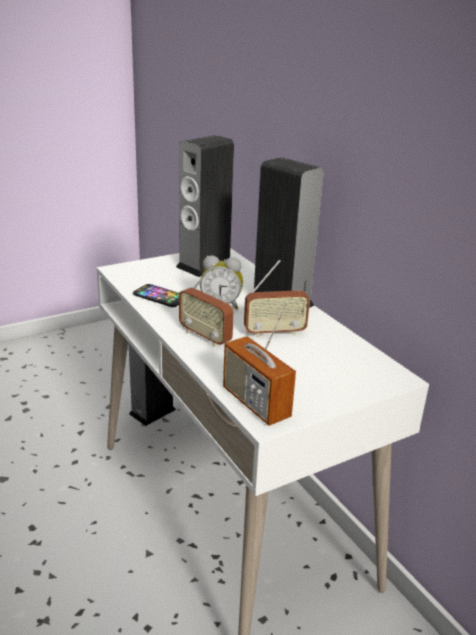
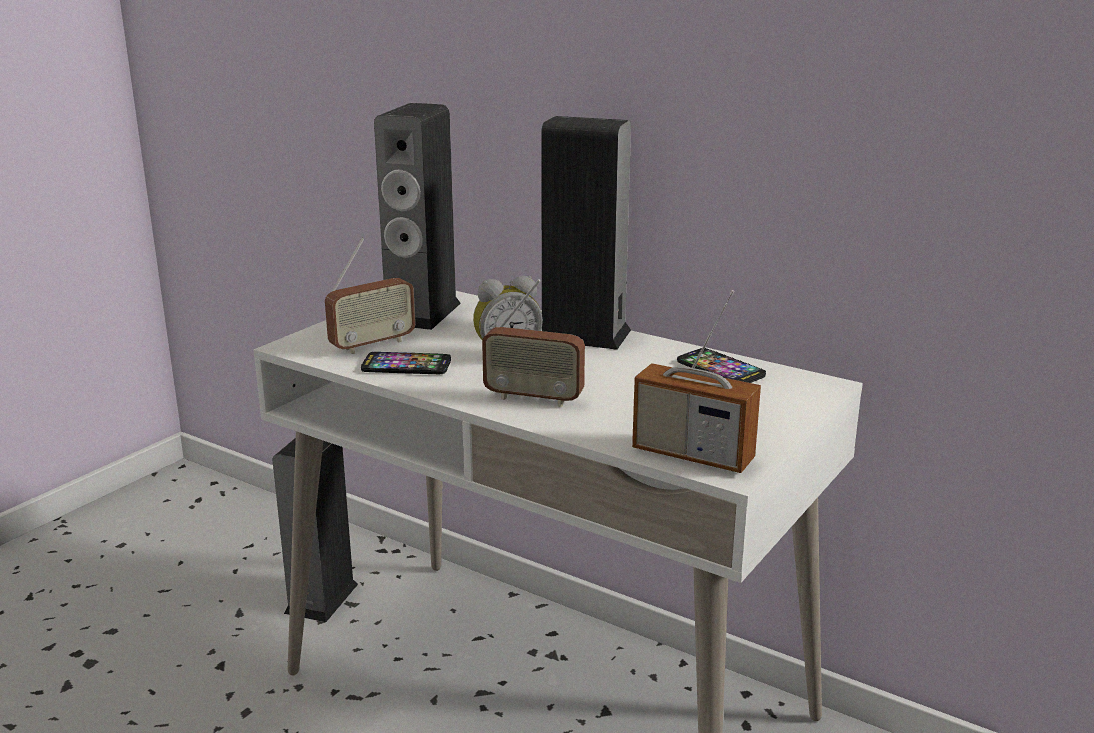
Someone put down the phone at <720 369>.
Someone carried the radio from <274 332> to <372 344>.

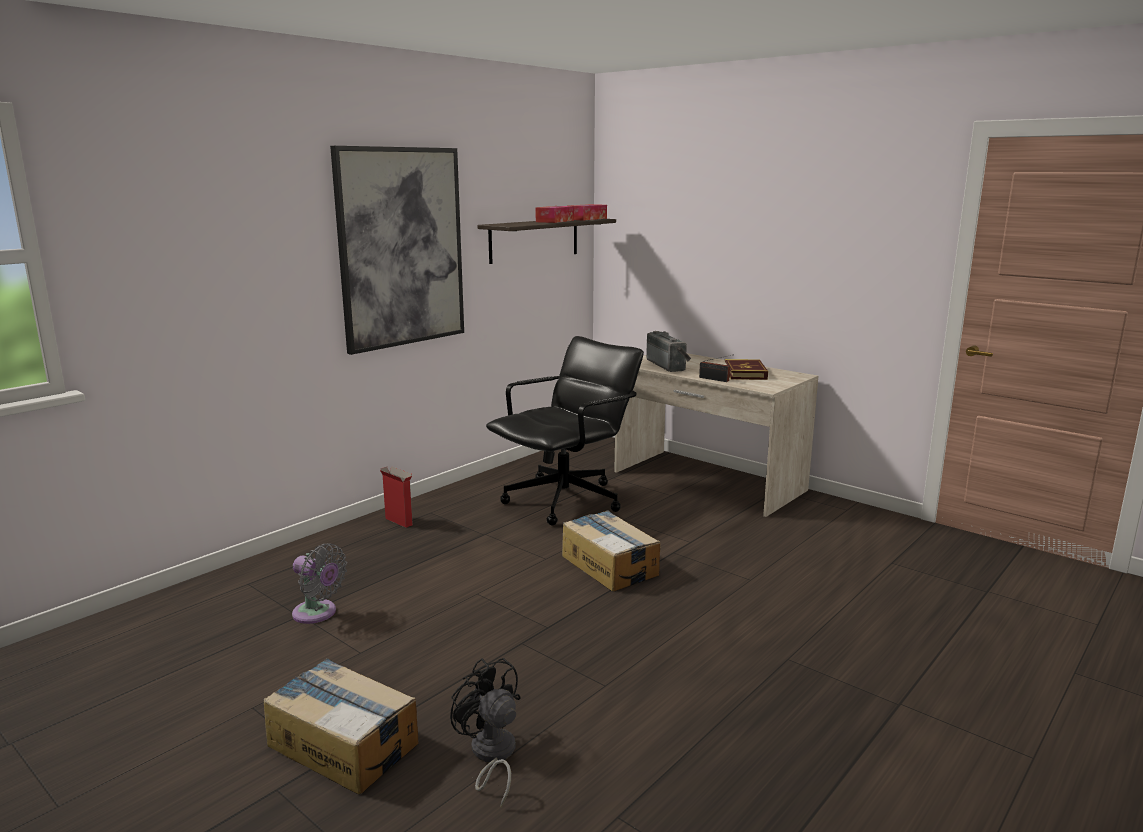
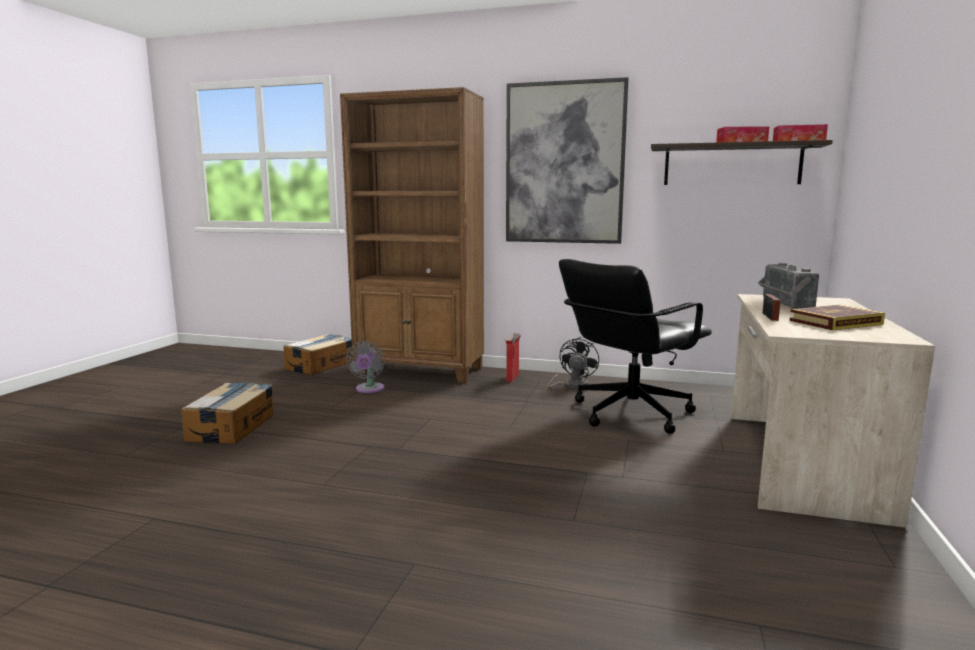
Someone put down the bookcase (brown) at <420 371>.
Someone carried the fan (black) from <491 756> to <571 385>.
Someone carried the cardboard box from <609 565> to <320 365>.
Someone rotated the office chair (black) at <565 501> by 120 degrees clockwise.
Someone rotated the radio at <668 365> by 135 degrees clockwise.

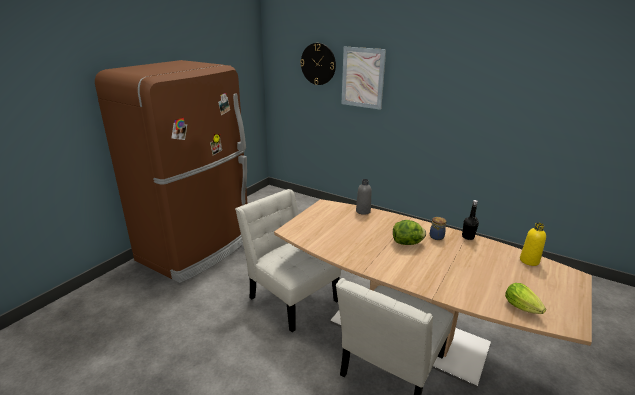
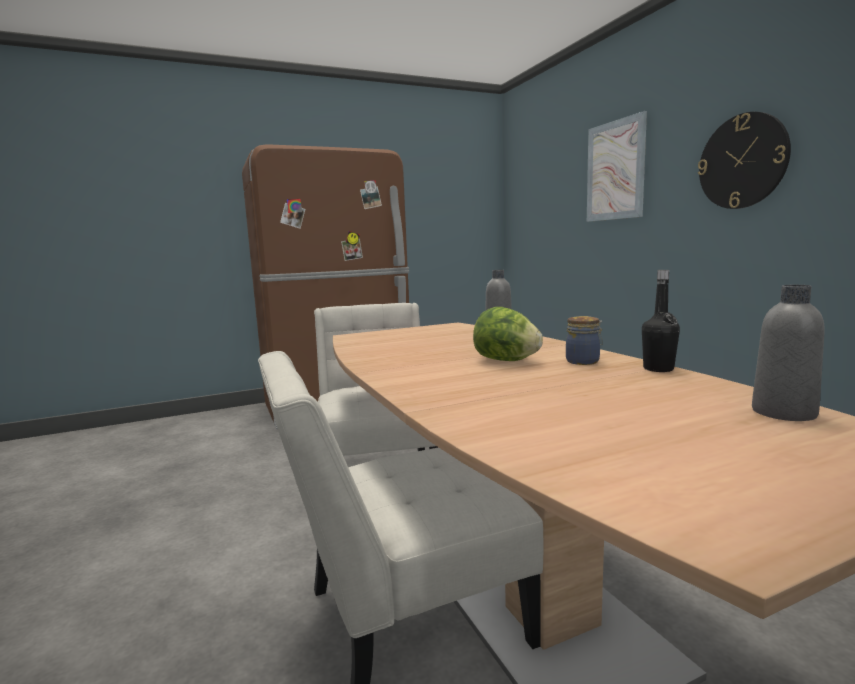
Someone took away the lettuce at <523 309>.
Someone carried the wall clock from <318 64> to <742 161>.
Someone repainted the bottle (yellow) at <529 261>, which became the bottle (grey) at <783 413>.

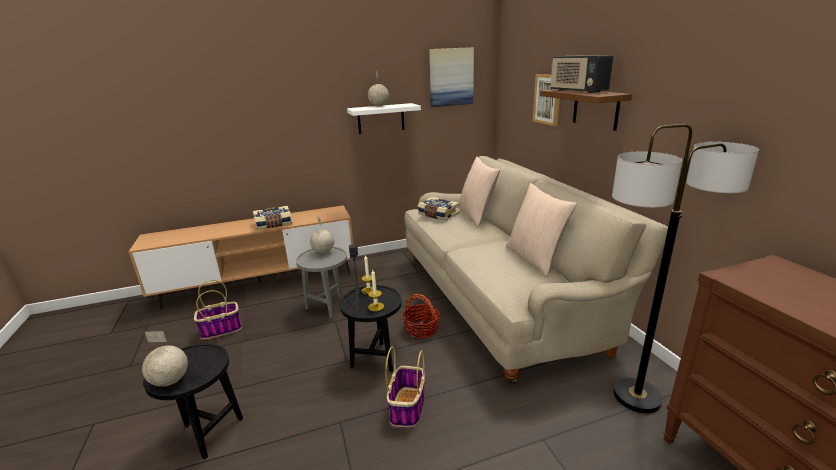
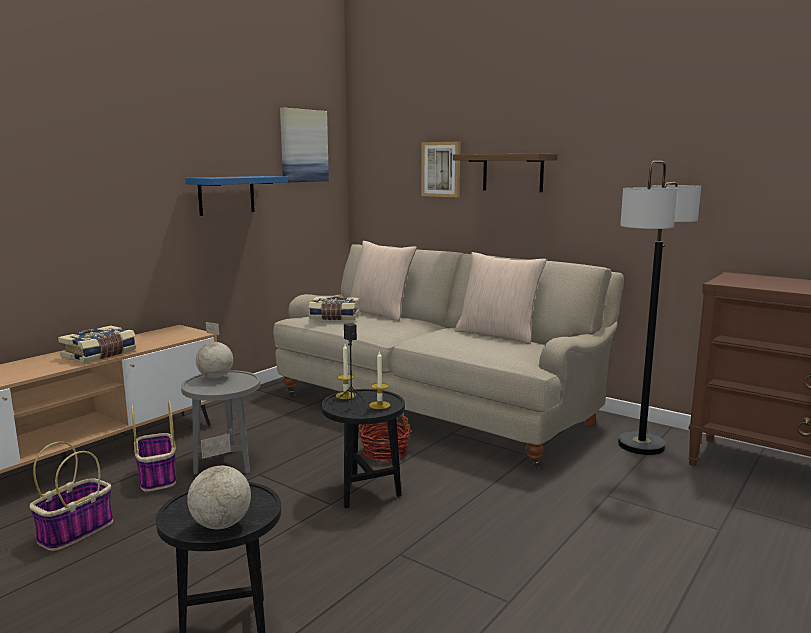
Someone took away the globe at <379 106>.
Someone took away the radio at <577 91>.
Someone carried the basket from <407 408> to <158 477>.
Someone repainted the shelf (white) at <381 118>, which became the shelf (blue) at <226 195>.

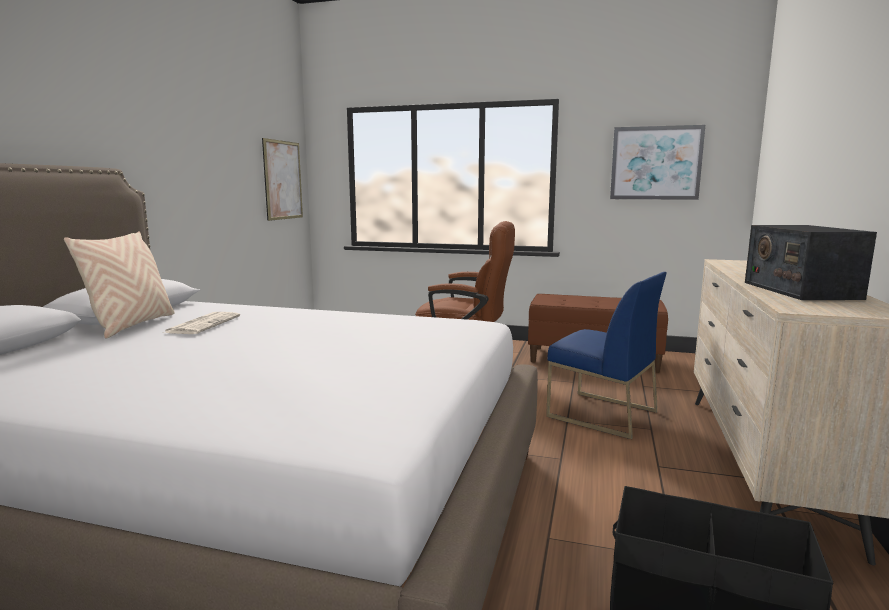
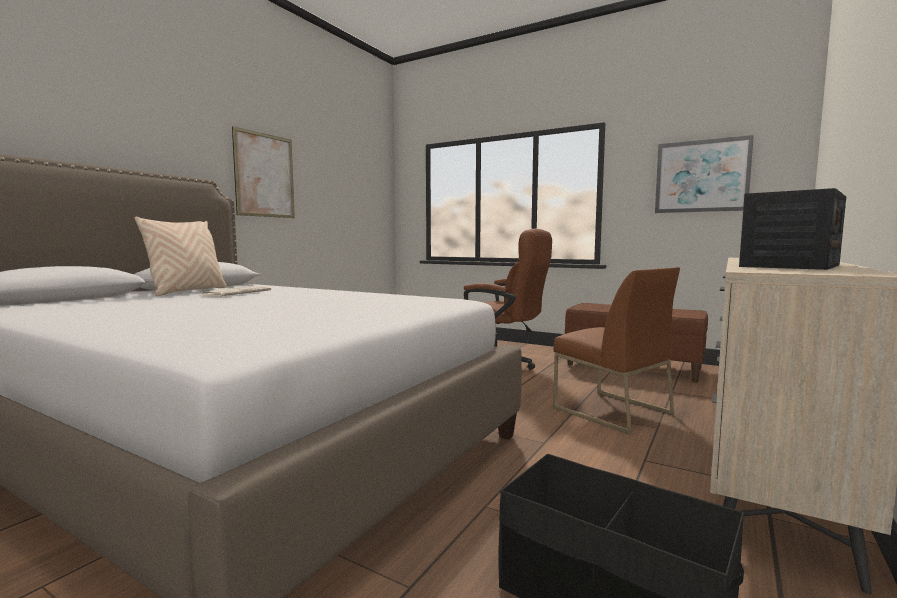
Someone carried the picture from <283 180> to <265 175>.
Someone repainted the chair (blue) at <601 414>, which became the chair (brown) at <611 410>.
Someone rotated the radio at <799 290> by 150 degrees counterclockwise.

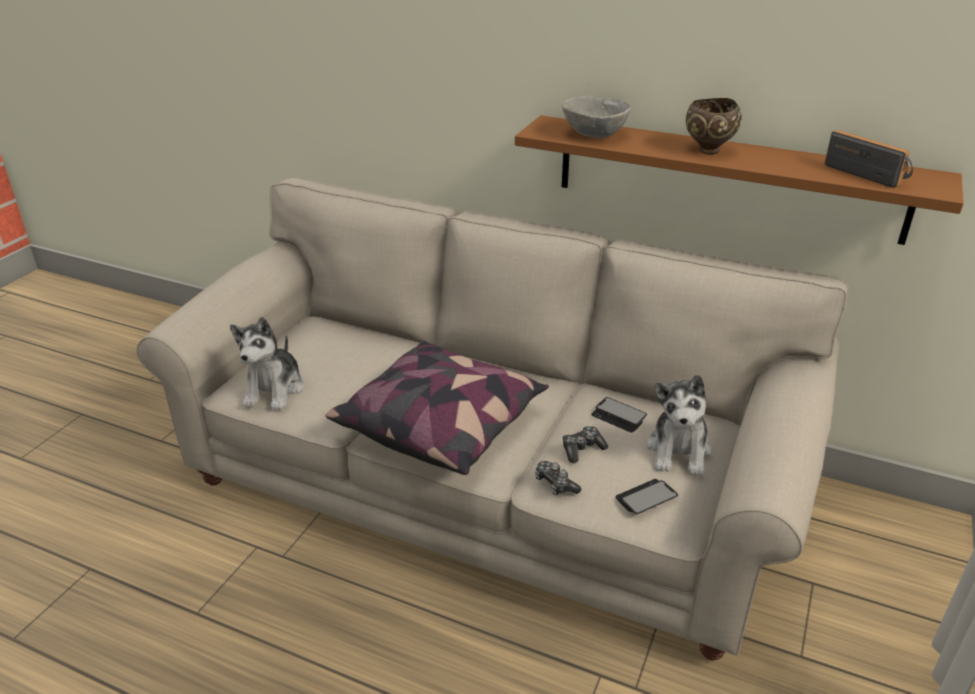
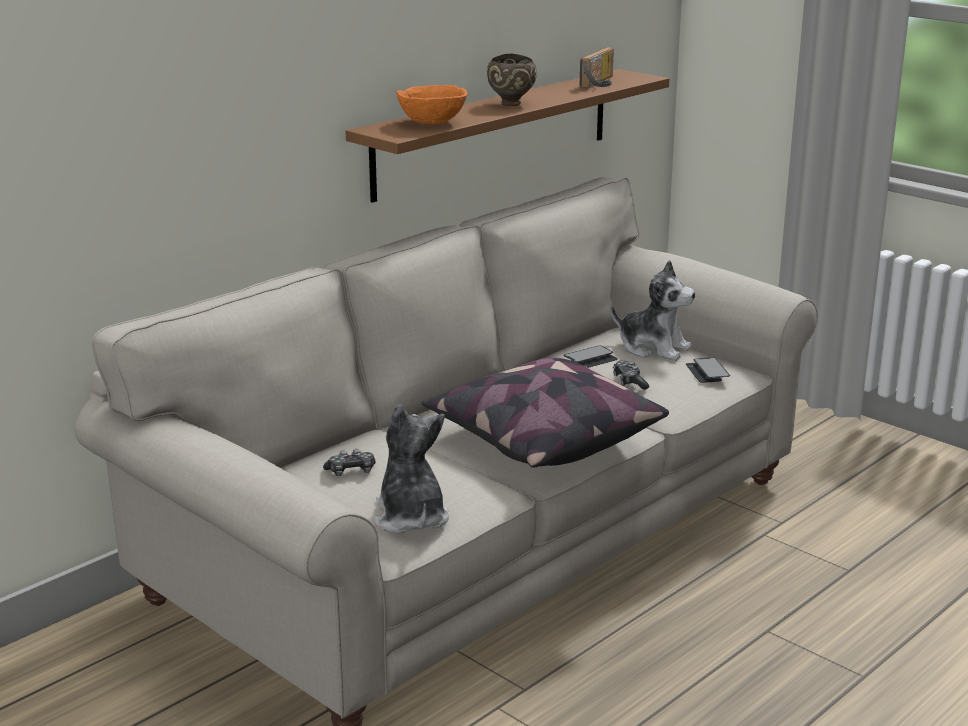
Someone carried the game controller from <555 484> to <351 471>.
Someone repainted the bowl (grey) at <593 135>, which became the bowl (orange) at <431 123>.
Someone rotated the plush toy at <274 389> by 135 degrees counterclockwise.
Someone rotated the radio at <868 174> by 135 degrees clockwise.

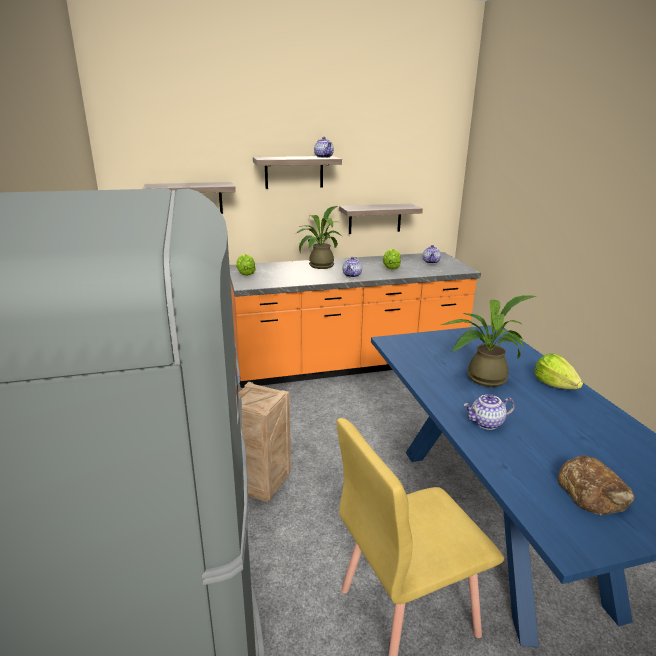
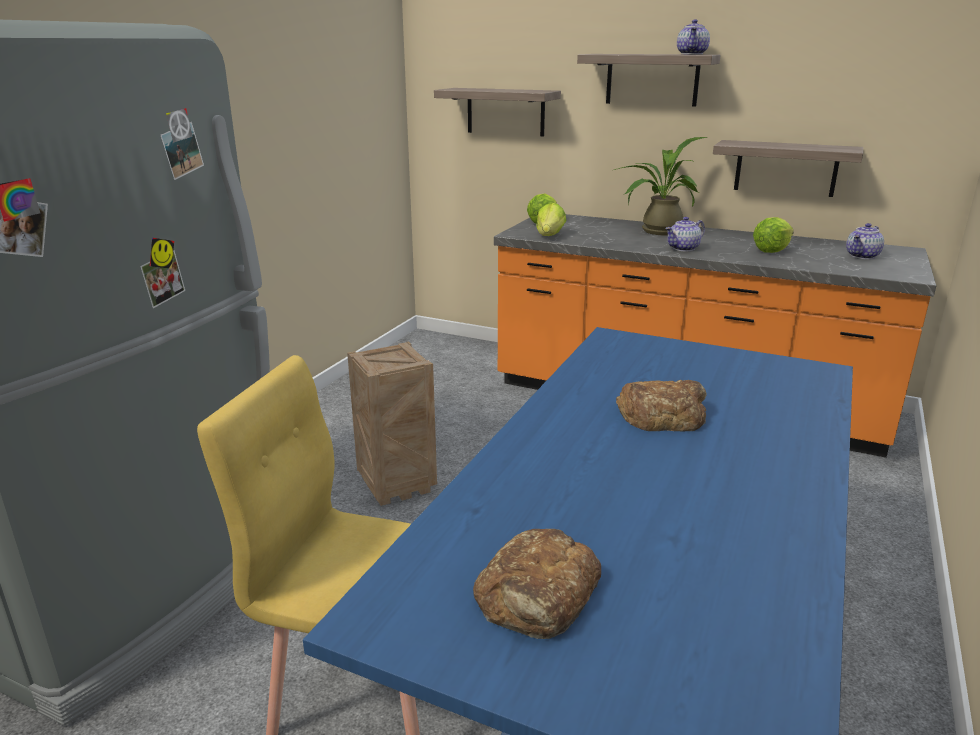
Someone took away the teapot at <486 423>.
Someone carried the lettuce from <554 385> to <549 236>.
Someone swapped the potted plant at <481 378> for the bread at <662 414>.

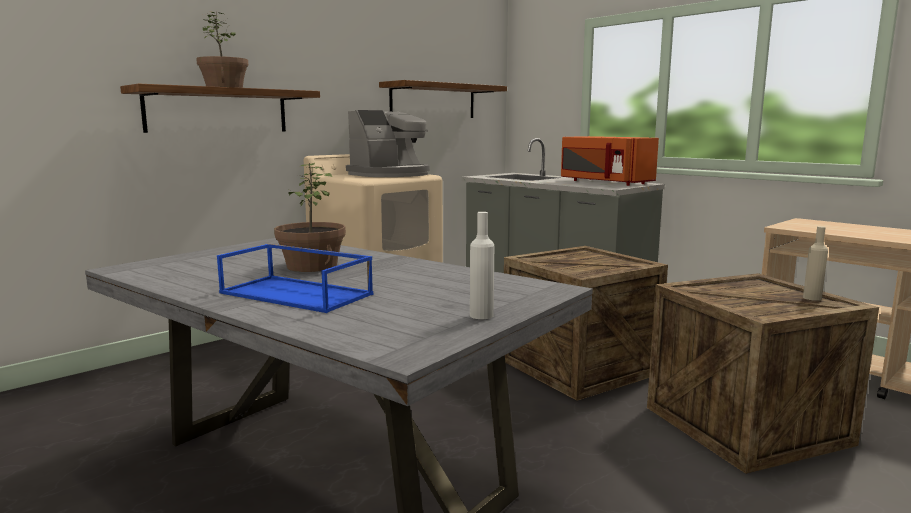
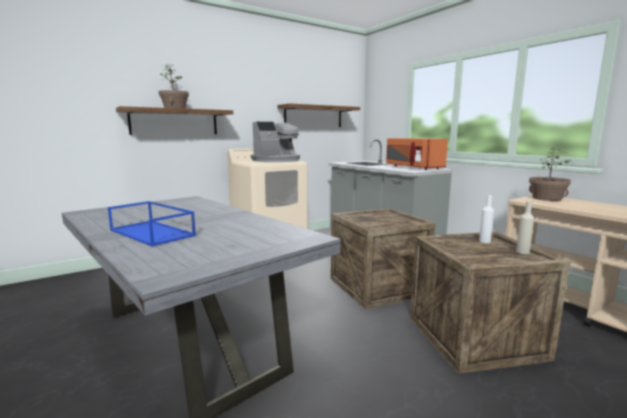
Someone carried the potted plant from <311 266> to <546 198>.
Someone carried the bottle (white) from <481 315> to <484 241>.

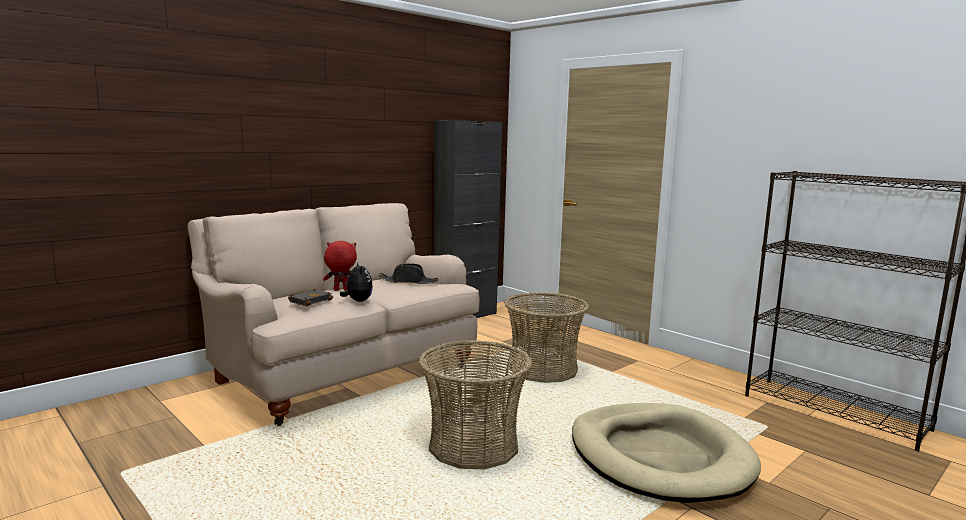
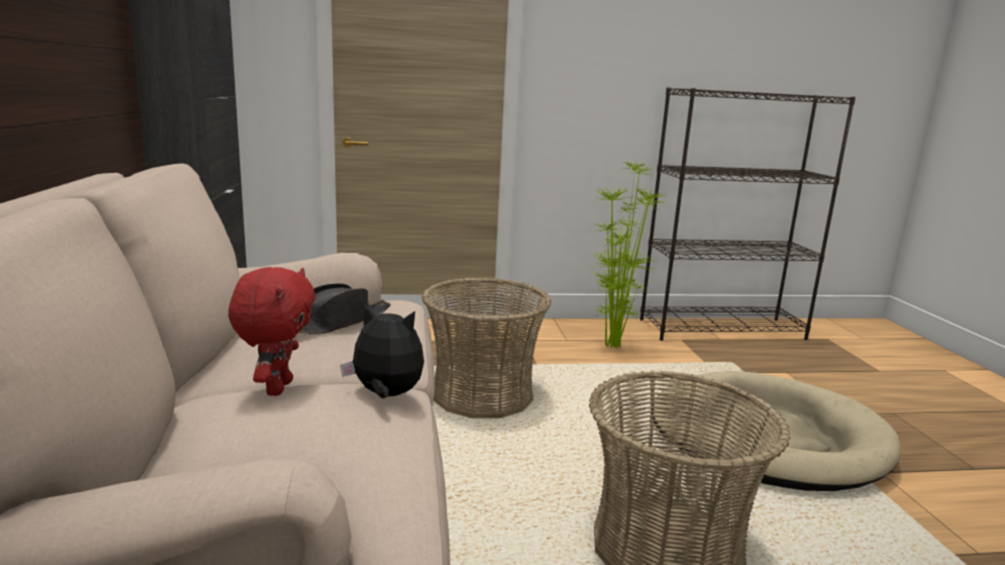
Someone took away the book (black) at <310 300>.
Someone put down the potted plant at <614 347>.
Someone rotated the plush toy (red) at <341 290> by 150 degrees clockwise.

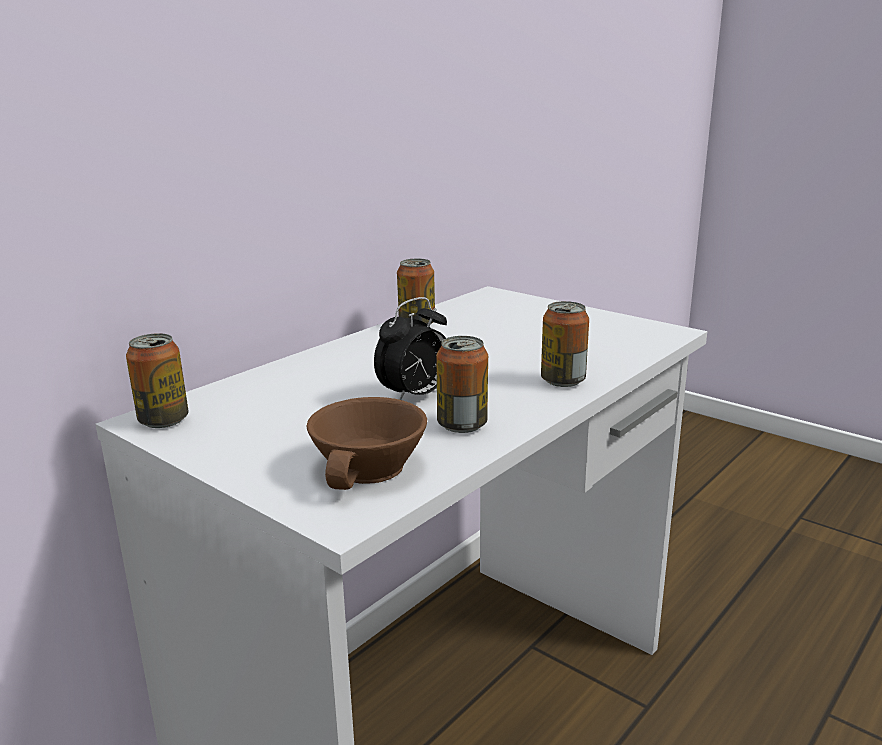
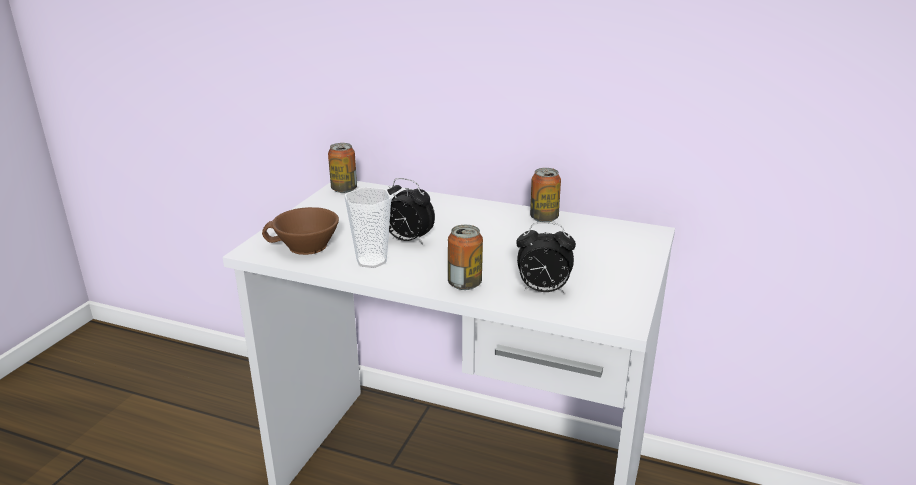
Someone put down the alarm clock at <542 290>.
Someone swapped the can at <462 425> for the cup at <371 261>.

